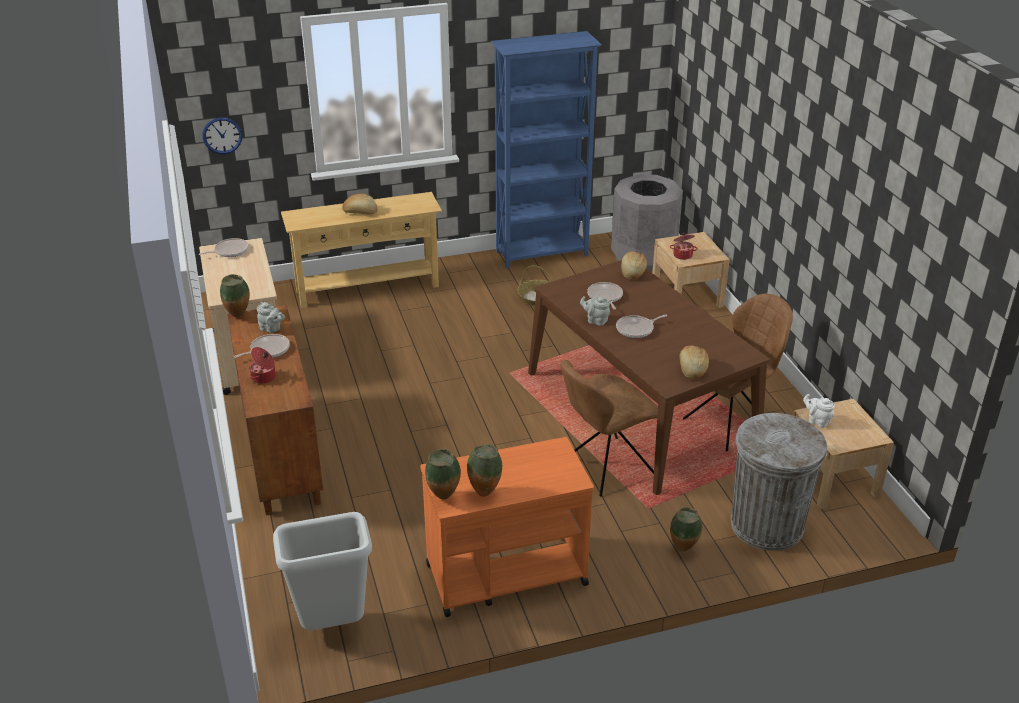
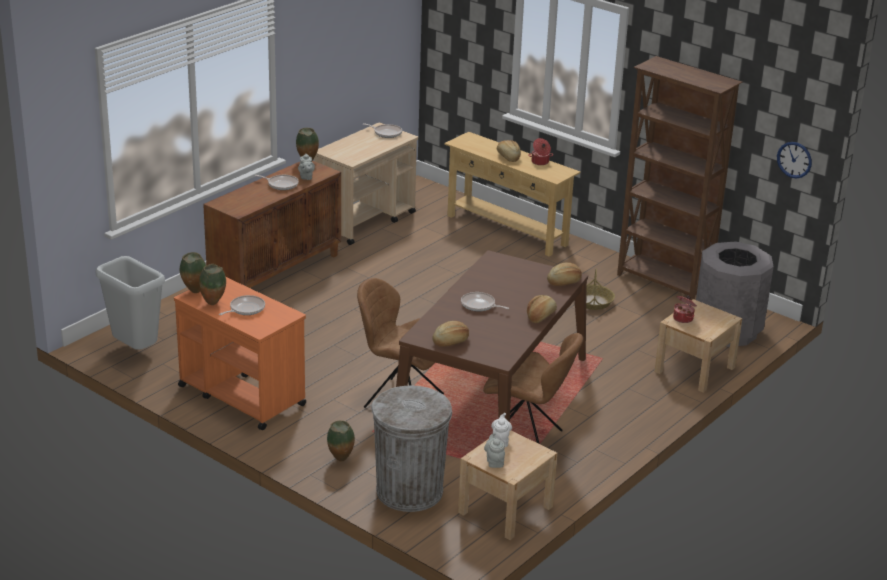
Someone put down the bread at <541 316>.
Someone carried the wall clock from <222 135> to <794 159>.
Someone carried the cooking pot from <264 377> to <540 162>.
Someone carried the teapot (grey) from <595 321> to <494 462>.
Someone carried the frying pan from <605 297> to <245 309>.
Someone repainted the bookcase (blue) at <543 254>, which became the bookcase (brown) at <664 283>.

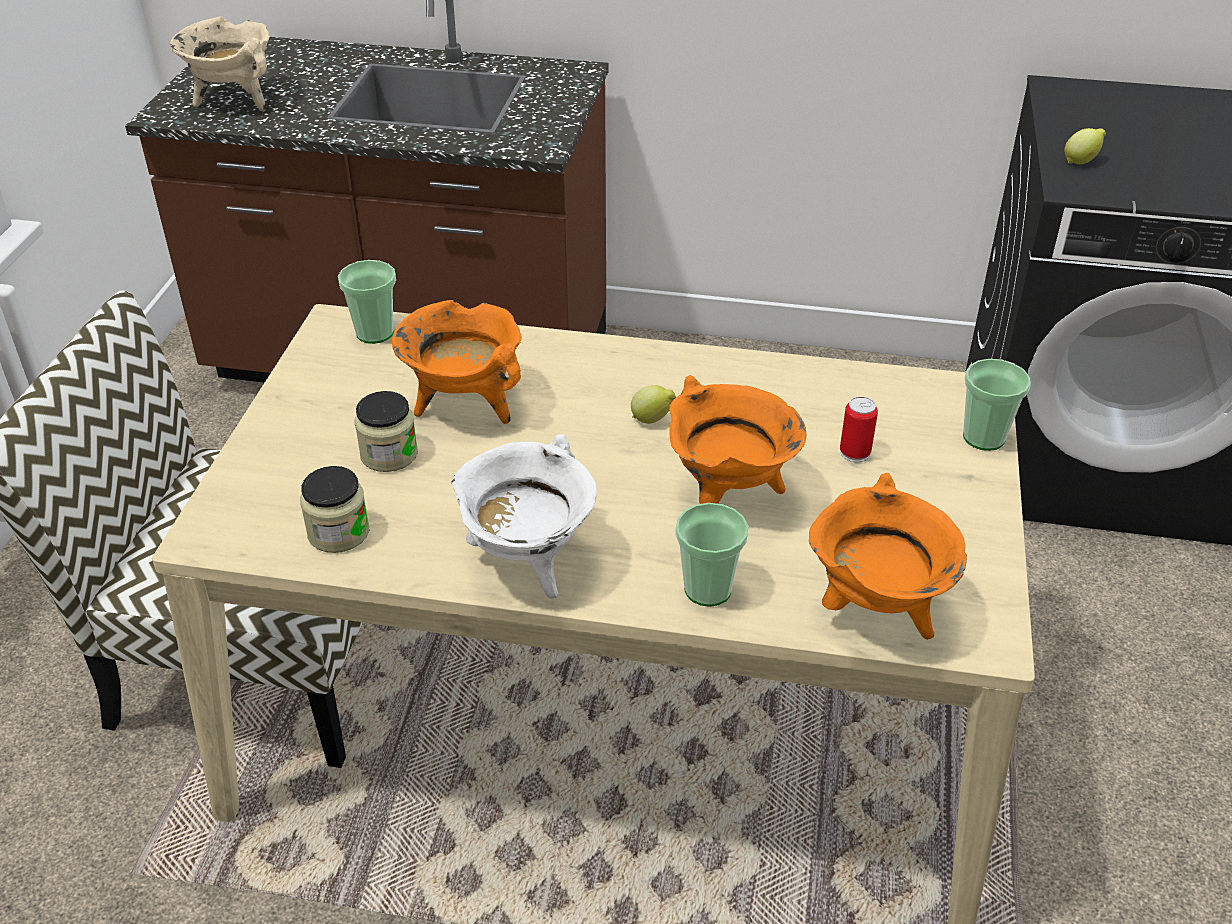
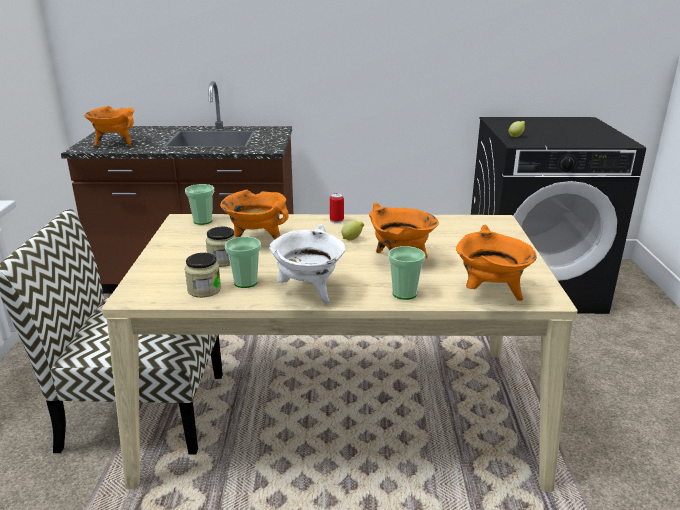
Someone carried the can from <855 453> to <336 221>.
Someone carried the cup from <983 437> to <245 282>.
Someone repainted the cooking pot (beige) at <234 101>, which became the cooking pot (orange) at <115 143>.

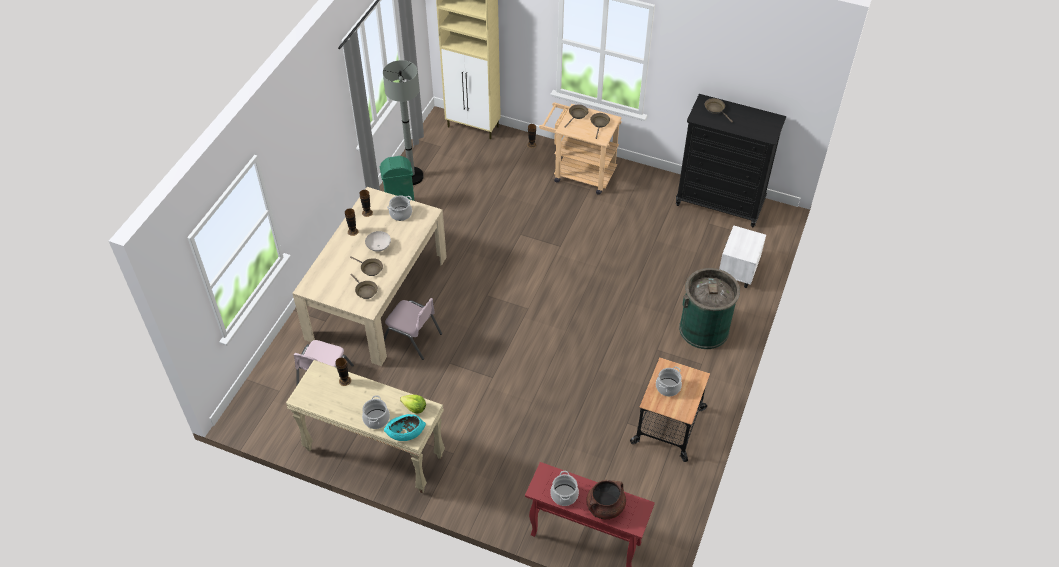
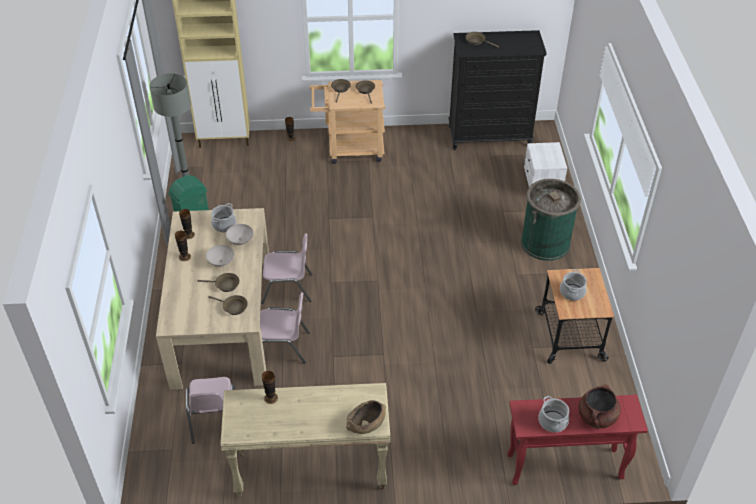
Someone took away the cooking pot at <376 419>.
Someone took away the lettuce at <414 408>.
Someone put down the bowl (white) at <240 241>.
Someone put down the chair (pink) at <287 288>.
Someone repainted the bowl (turquoise) at <405 432>, which became the bowl (brown) at <366 424>.

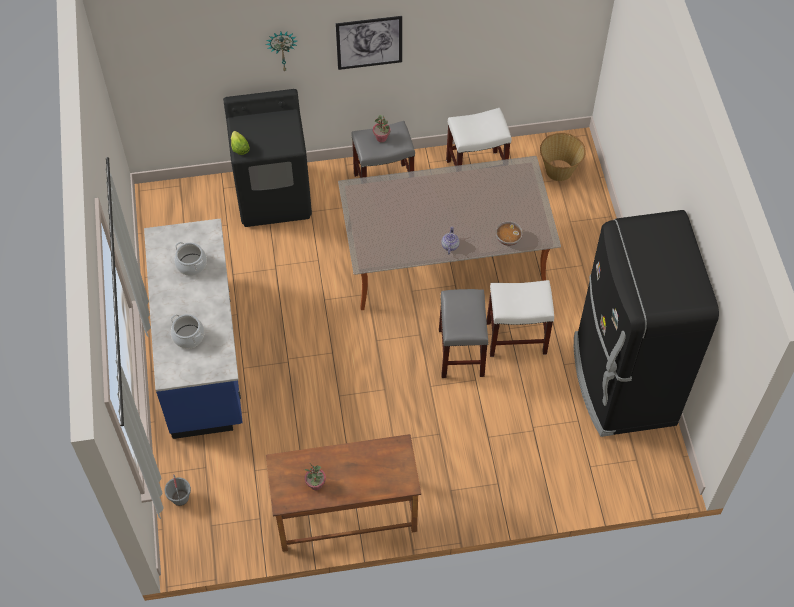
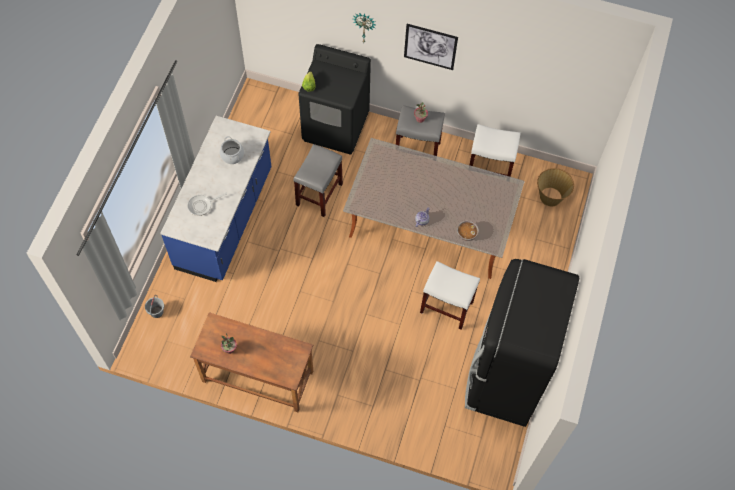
Someone carried the stool (grey) from <460 352> to <319 194>.
Someone swapped the cooking pot at <188 336> for the frying pan at <202 205>.

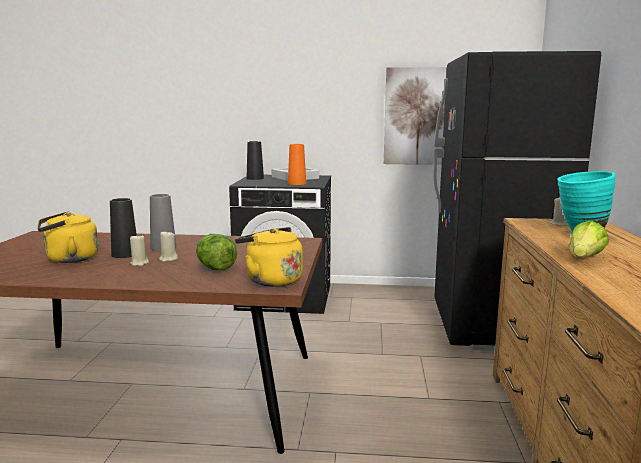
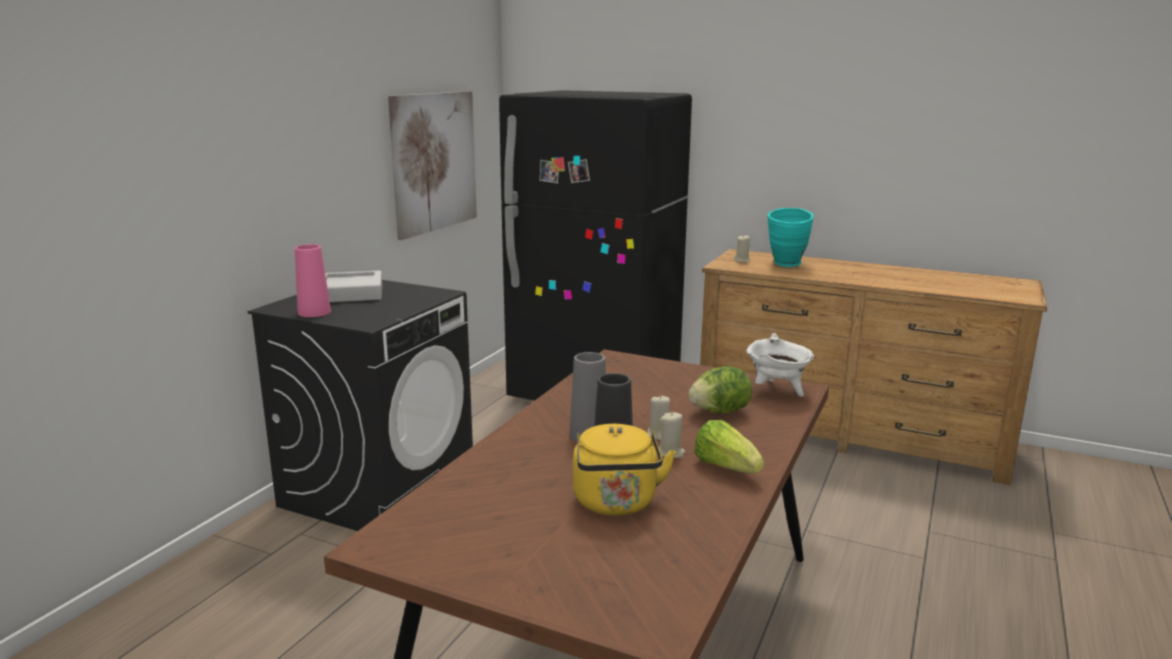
Someone took away the vase (orange) at <297 183>.
Someone carried the lettuce from <584 259> to <726 467>.
Someone swapped the kettle (yellow) at <271 280> for the cooking pot (white) at <777 391>.
Someone repainted the vase (black) at <255 178>, which became the vase (pink) at <314 312>.

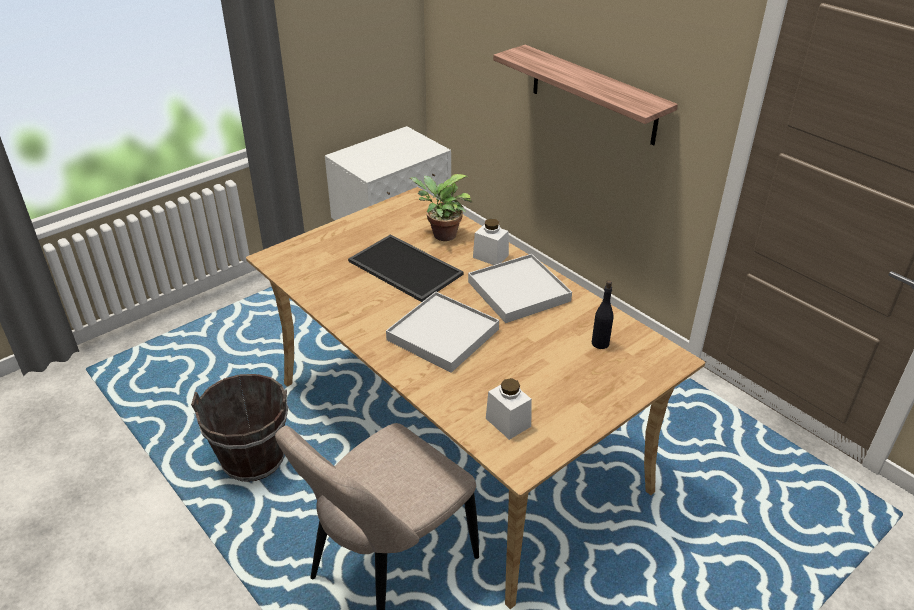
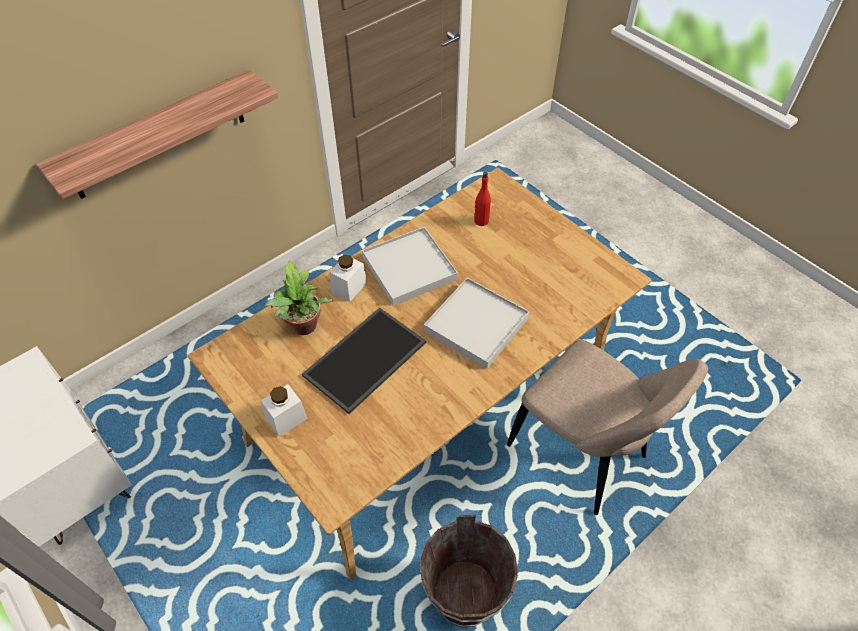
Someone carried the jar (white) from <508 422> to <286 418>.
Someone repainted the bottle (black) at <600 343>, which became the bottle (red) at <481 221>.

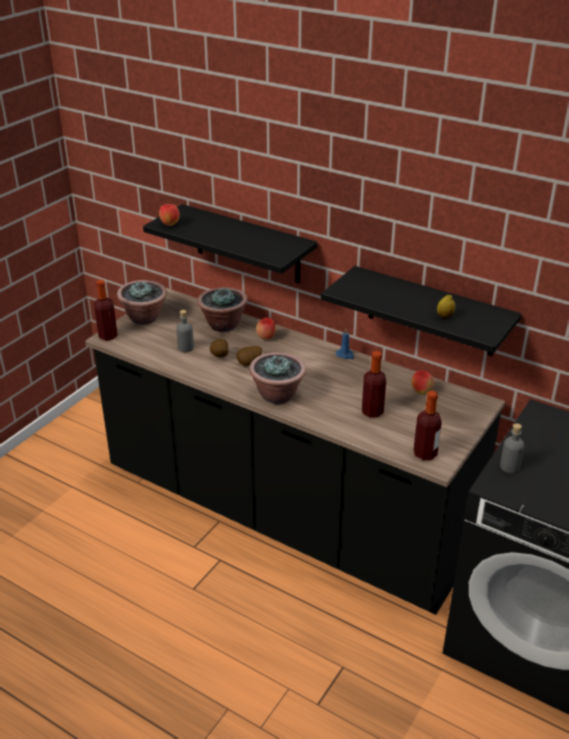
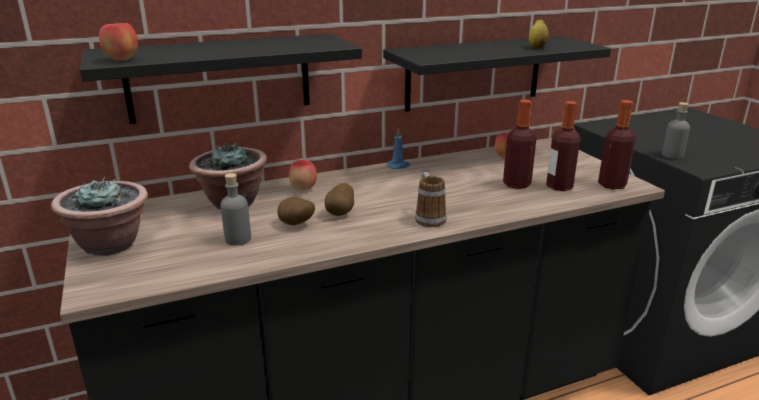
Someone carried the bottle from <108 336> to <559 186>.
Someone swapped the potted plant at <277 395> for the mug at <428 217>.

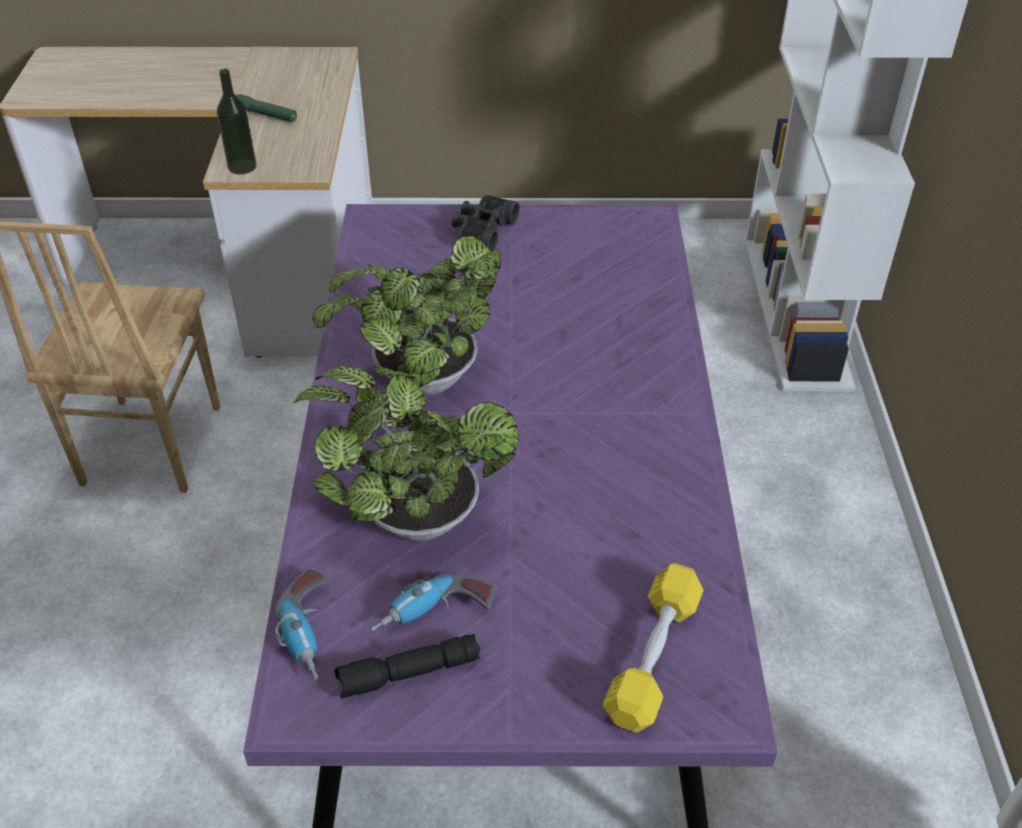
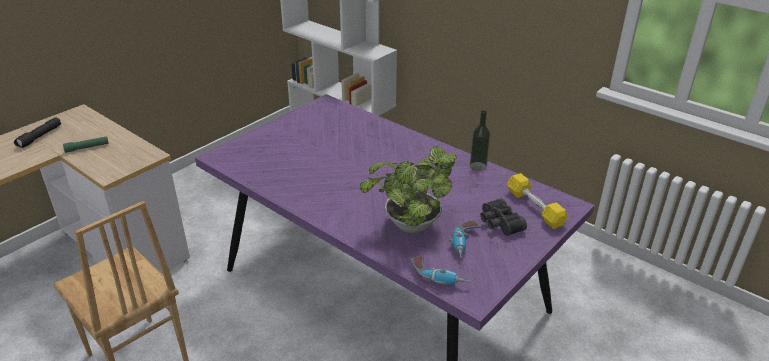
Someone took away the potted plant at <419 381>.
Someone carried the bottle from <242 167> to <478 166>.
Someone carried the flashlight (black) from <408 674> to <40 137>.
Someone carried the binoculars (black) from <482 231> to <498 223>.

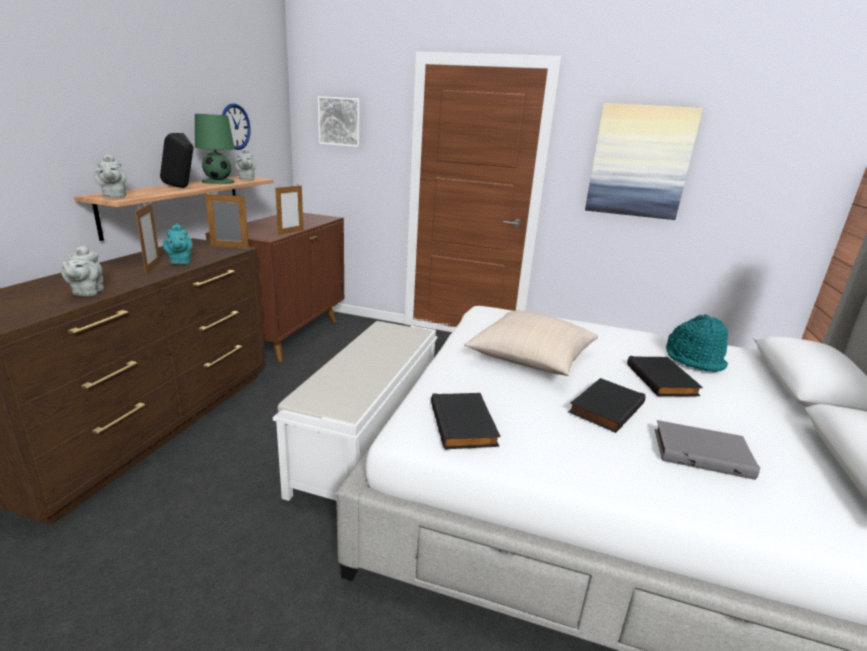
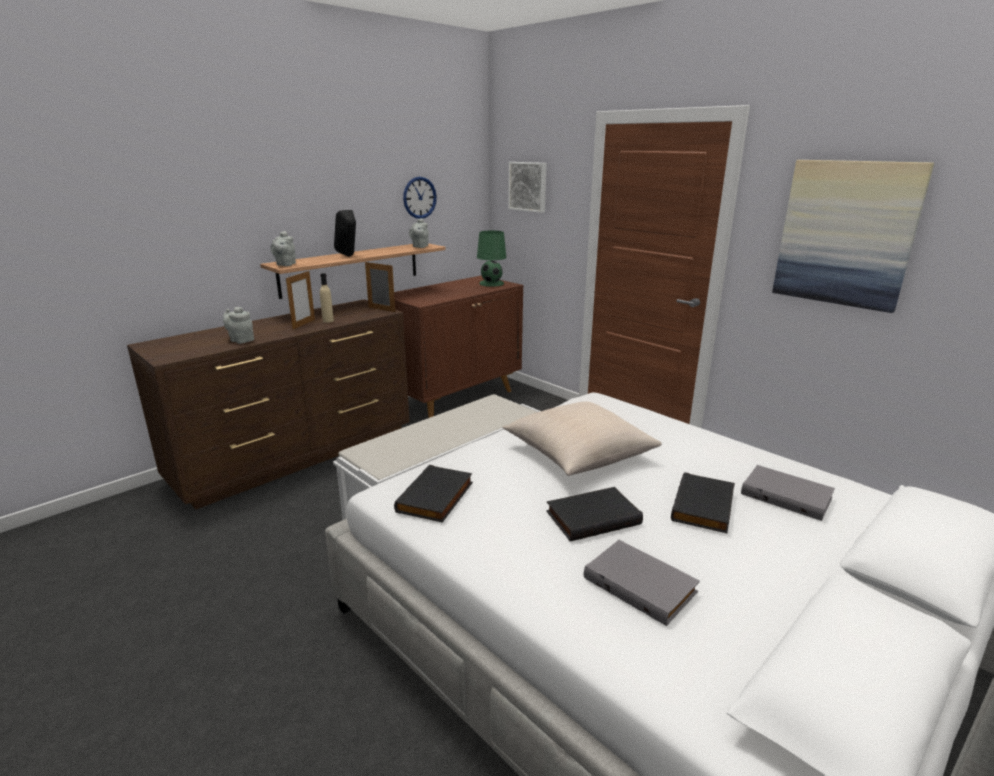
Someone took away the picture frame at <291 232>.
Someone carried the table lamp (green) from <218 182> to <491 283>.
Someone swapped the teapot (turquoise) at <180 262> for the bottle (beige) at <328 321>.
Someone swapped the hat (turquoise) at <694 360> for the book (grey) at <787 495>.
Someone rotated the teapot (grey) at <87 292> by 105 degrees clockwise.

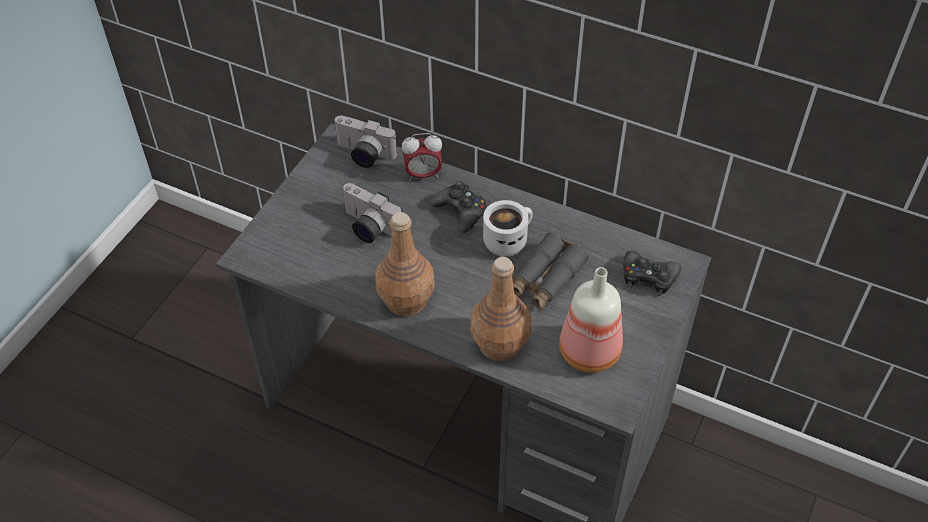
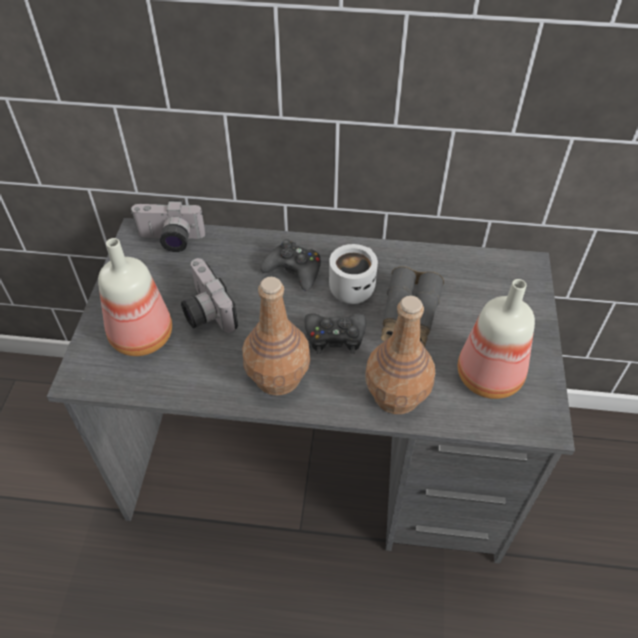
Someone took away the alarm clock at <423 175>.
Someone put down the bottle at <140 336>.
Someone carried the game controller (black) from <648 277> to <335 337>.
Someone rotated the photo camera at <368 228> by 45 degrees clockwise.

